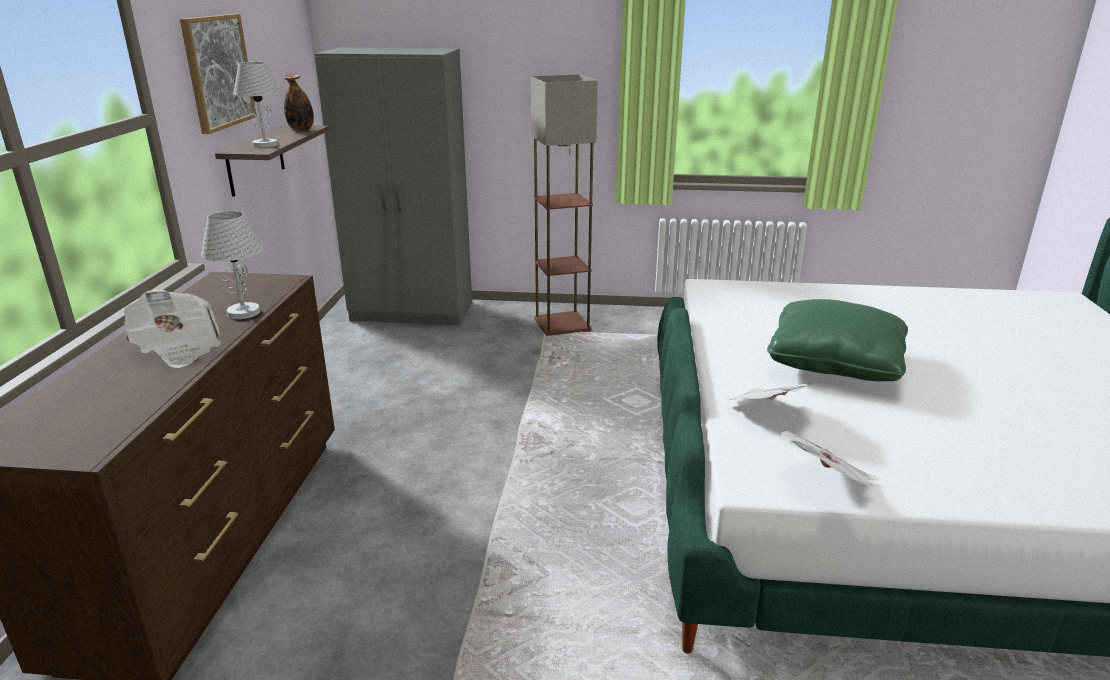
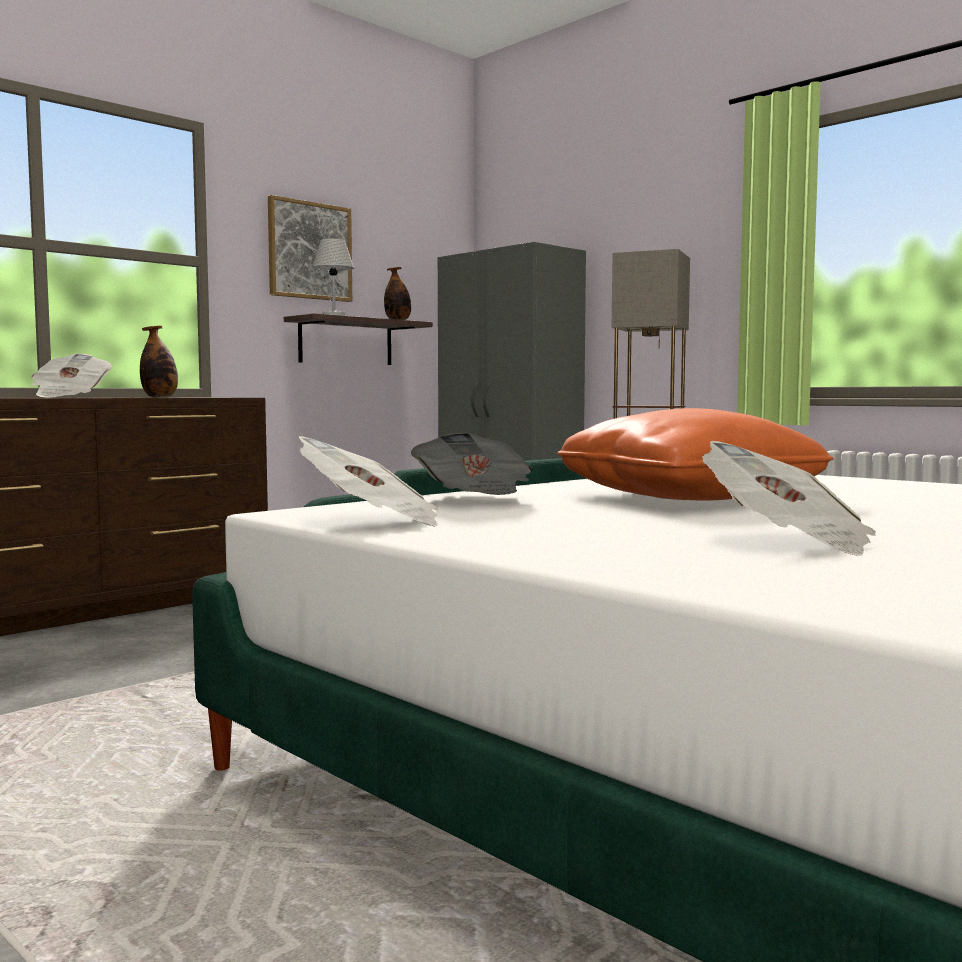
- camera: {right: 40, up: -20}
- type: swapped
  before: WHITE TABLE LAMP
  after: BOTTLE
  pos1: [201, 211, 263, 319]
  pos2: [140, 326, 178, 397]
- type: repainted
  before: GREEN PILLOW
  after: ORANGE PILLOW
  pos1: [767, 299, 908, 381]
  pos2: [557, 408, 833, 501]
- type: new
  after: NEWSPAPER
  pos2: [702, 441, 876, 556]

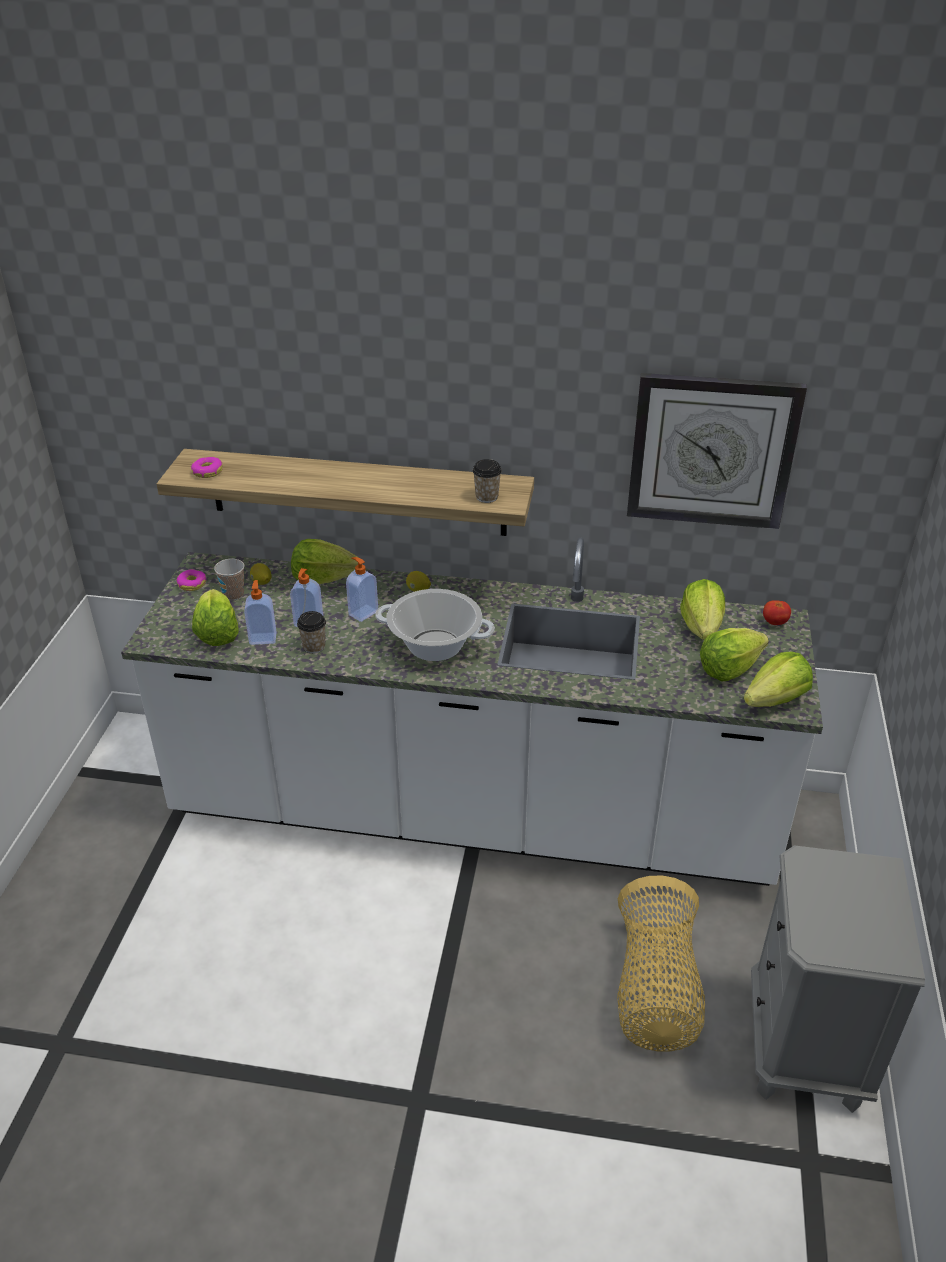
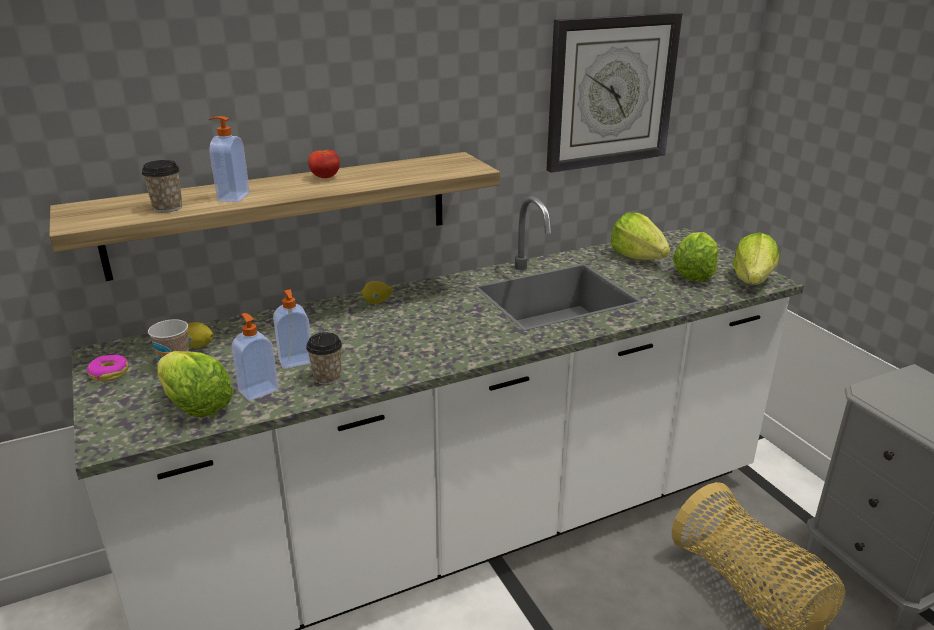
- camera: {right: -35, up: -10}
- type: gone
  before: DONUT
  pos1: [191, 457, 222, 478]
- type: gone
  before: LETTUCE
  pos1: [291, 539, 359, 584]
- type: shifted
  before: SOAP DISPENSER
  pos1: [346, 557, 378, 622]
  pos2: [208, 116, 250, 202]
- type: gone
  before: COOKING POT
  pos1: [375, 589, 495, 661]
- type: shifted
  before: CUP
  pos1: [473, 459, 502, 503]
  pos2: [142, 160, 182, 213]
- type: shifted
  before: TOMATO
  pos1: [763, 600, 791, 625]
  pos2: [308, 150, 340, 178]

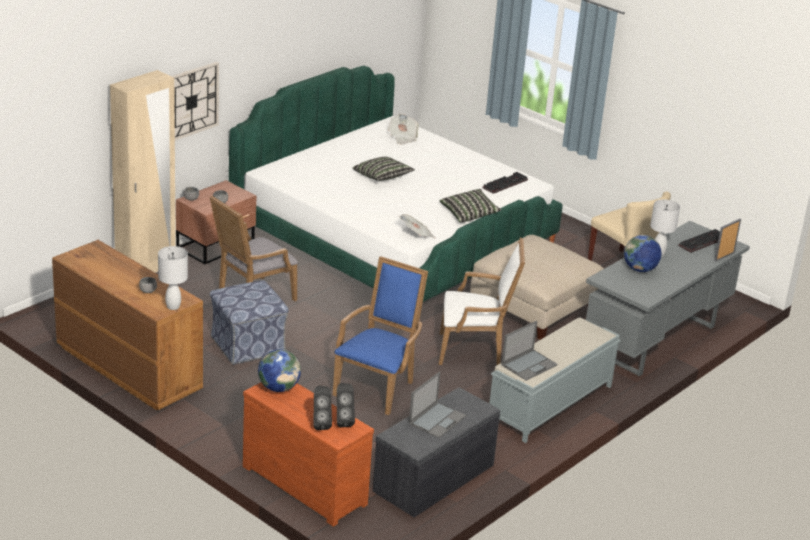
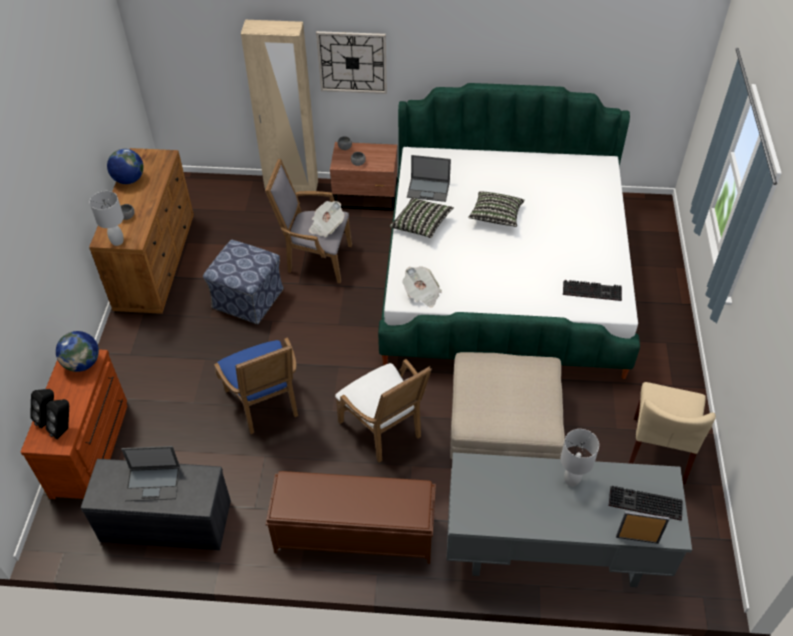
- camera: {right: 55, up: 20}
- type: rotated
  before: BLUE ARMCHAIR
  pos1: [333, 256, 428, 415]
  pos2: [214, 337, 298, 434]
  turn: 75
- type: shifted
  before: NEWSPAPER
  pos1: [388, 114, 419, 145]
  pos2: [309, 201, 344, 237]
- type: shifted
  before: PILLOW
  pos1: [439, 189, 501, 223]
  pos2: [390, 197, 454, 238]
- type: repainted
  before: GREY BENCH
  after: BROWN BENCH
  pos1: [489, 317, 621, 443]
  pos2: [266, 471, 436, 564]
- type: shifted
  before: LAPTOP
  pos1: [501, 321, 558, 381]
  pos2: [407, 155, 451, 202]
- type: shifted
  before: GLOBE
  pos1: [624, 235, 661, 272]
  pos2: [107, 149, 144, 184]

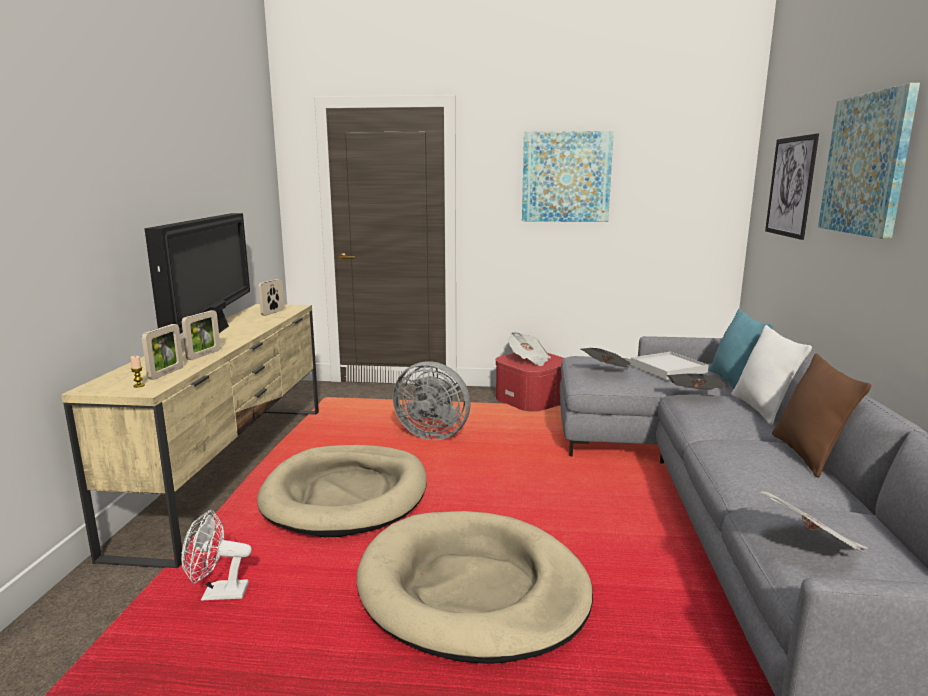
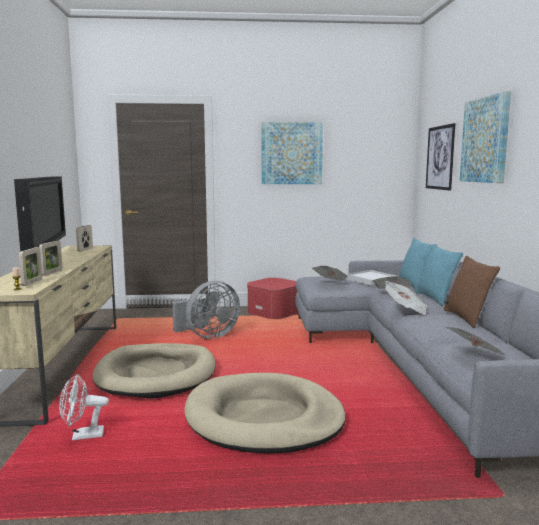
- camera: {right: -10, up: -5}
- type: rotated
  before: GREY FAN
  pos1: [393, 361, 471, 440]
  pos2: [172, 281, 240, 339]
  turn: -45
- type: shifted
  before: NEWSPAPER
  pos1: [507, 332, 551, 366]
  pos2: [385, 281, 427, 314]
- type: repainted
  before: WHITE PILLOW
  after: TURQUOISE PILLOW
  pos1: [731, 325, 812, 425]
  pos2: [414, 244, 463, 306]

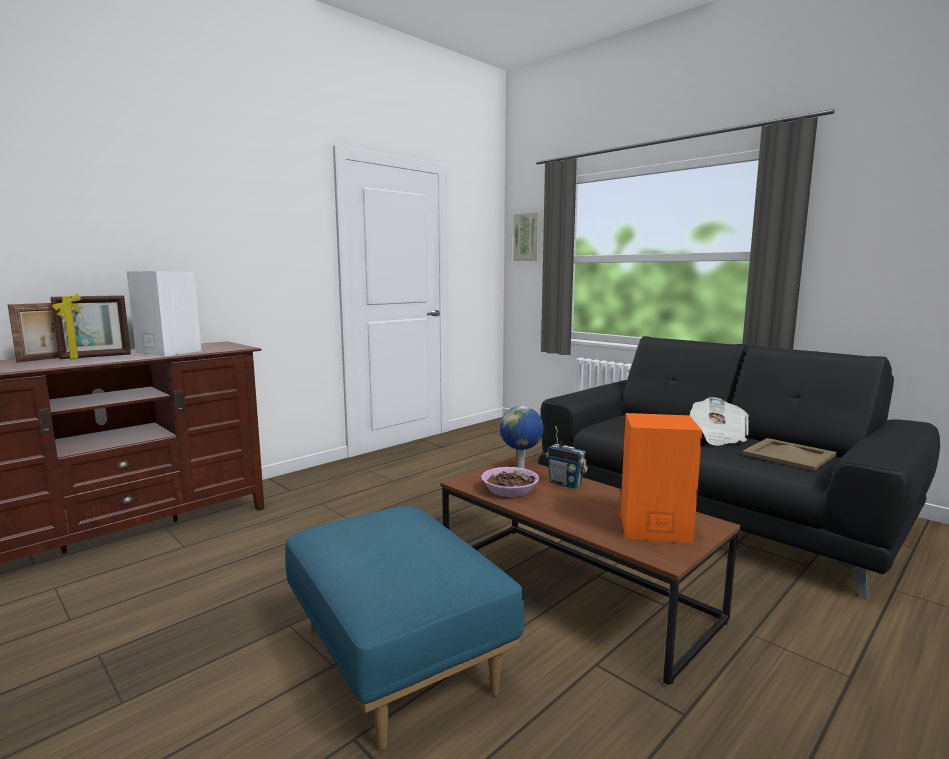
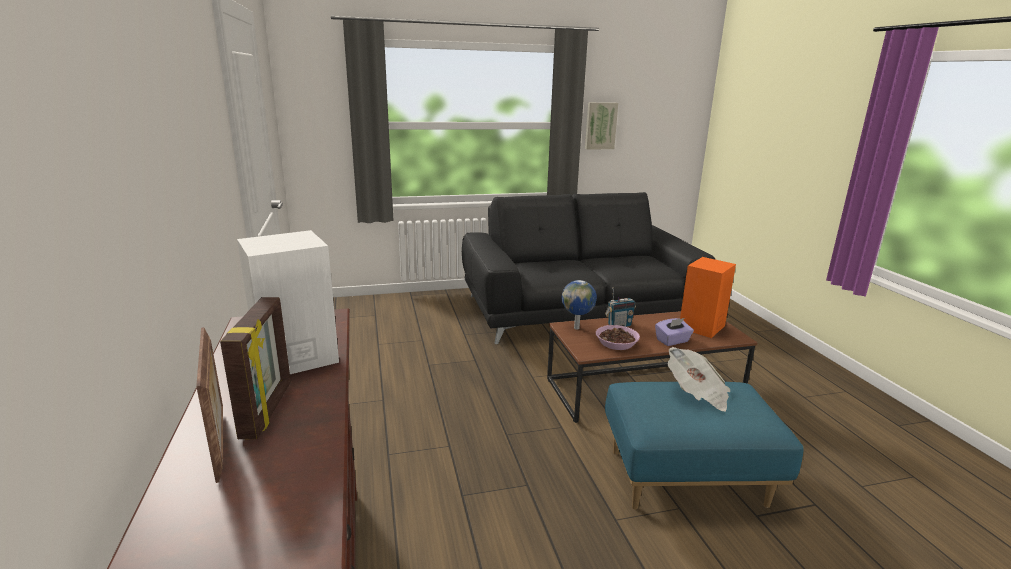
- camera: {right: -60, up: 10}
- type: shifted
  before: PICTURE
  pos1: [513, 212, 541, 261]
  pos2: [585, 103, 618, 150]
- type: shifted
  before: NEWSPAPER
  pos1: [689, 397, 749, 446]
  pos2: [667, 347, 730, 411]
- type: gone
  before: BEIGE TRAY
  pos1: [742, 438, 837, 471]
- type: new
  after: PURPLE TISSUE BOX
  pos2: [655, 318, 694, 346]

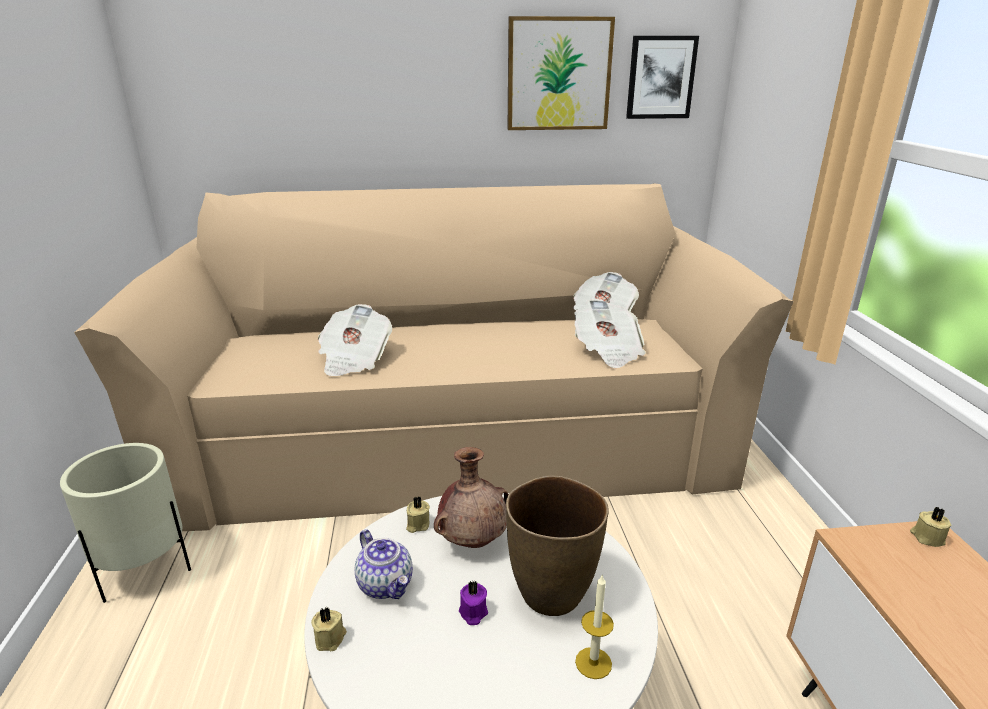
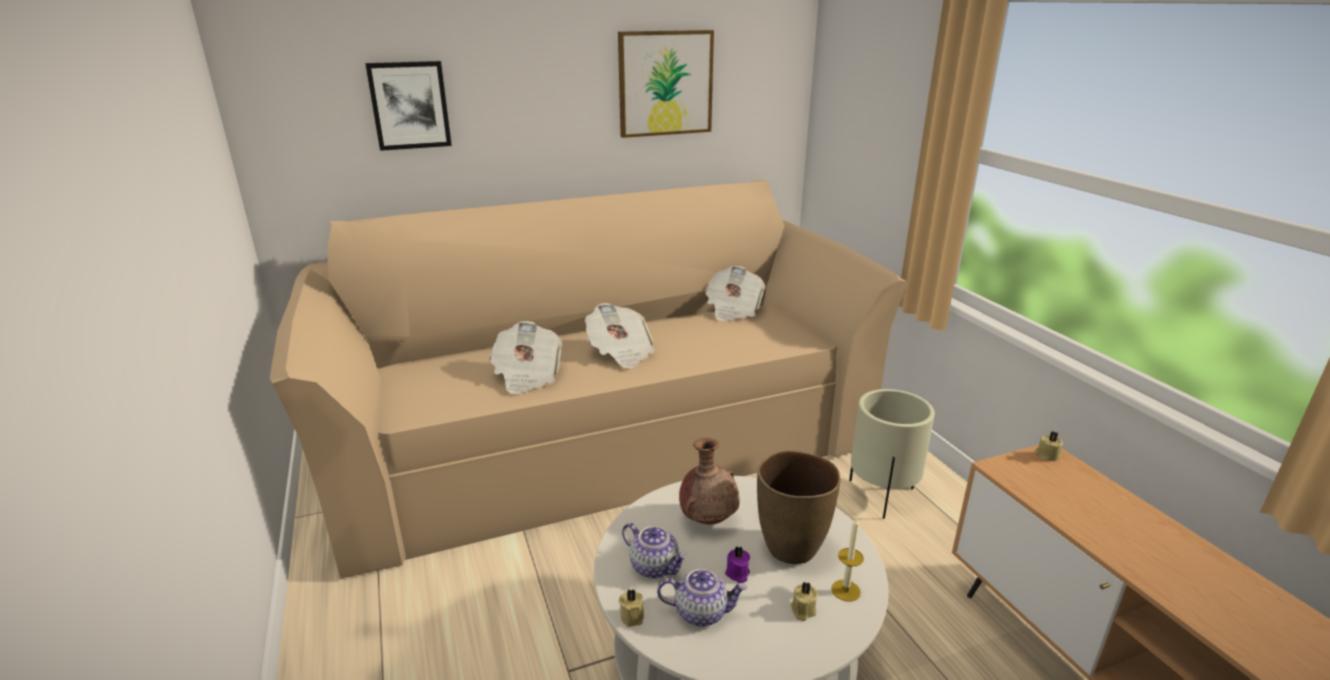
- camera: {right: -15, up: 0}
- type: shifted
  before: BEIGE PLANTER
  pos1: [60, 443, 191, 603]
  pos2: [849, 389, 935, 519]
- type: shifted
  before: BEIGE CANDLE
  pos1: [406, 496, 430, 533]
  pos2: [791, 582, 818, 621]
- type: shifted
  before: NEWSPAPER
  pos1: [574, 299, 646, 368]
  pos2: [585, 303, 655, 369]
- type: shifted
  before: PICTURE
  pos1: [626, 36, 699, 119]
  pos2: [365, 61, 452, 151]
- type: new
  after: TEAPOT
  pos2: [657, 569, 747, 626]

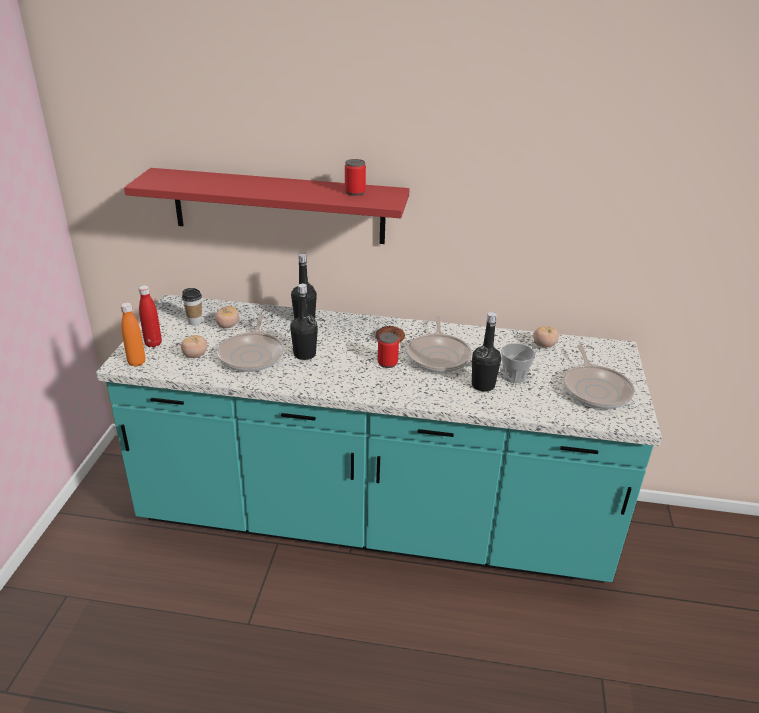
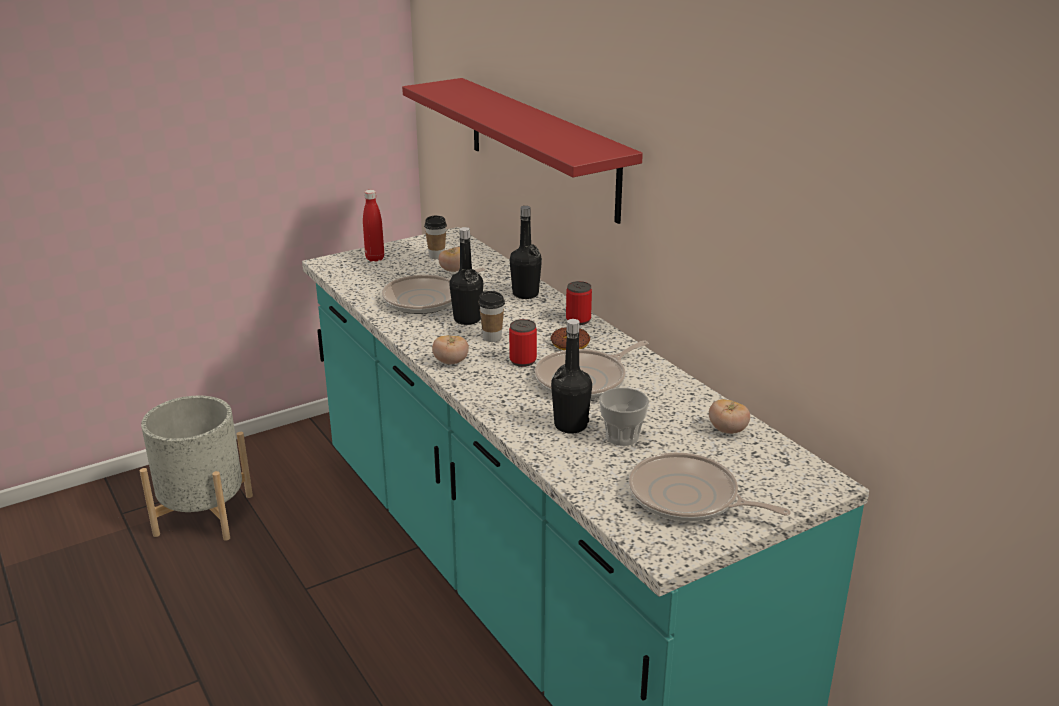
- camera: {right: 50, up: -5}
- type: gone
  before: ORANGE BOTTLE
  pos1: [121, 302, 145, 367]
- type: shifted
  before: TOMATO
  pos1: [181, 335, 207, 358]
  pos2: [432, 335, 469, 364]
- type: shifted
  before: CAN
  pos1: [345, 159, 366, 196]
  pos2: [566, 281, 592, 325]
- type: rotated
  before: FRYING PAN
  pos1: [563, 345, 635, 409]
  pos2: [629, 452, 791, 522]
  turn: 75
- type: new
  after: GREY PLANTER
  pos2: [140, 396, 253, 541]
- type: new
  after: CUP
  pos2: [478, 291, 505, 342]

